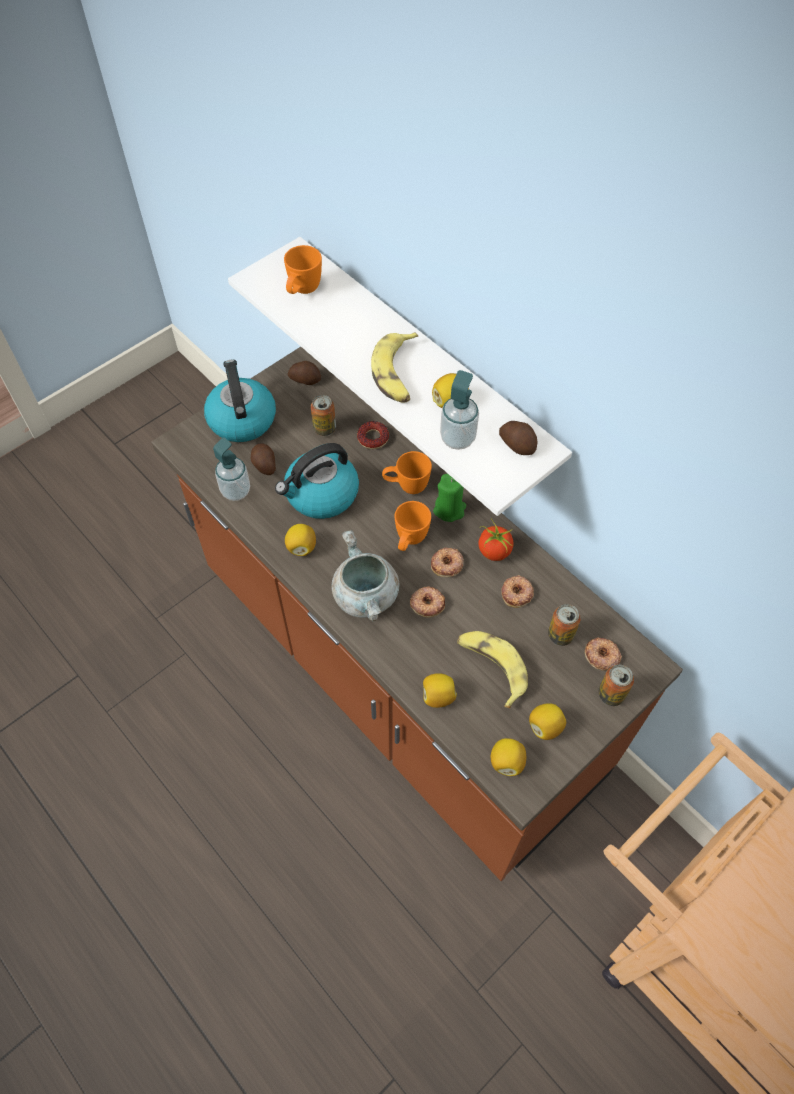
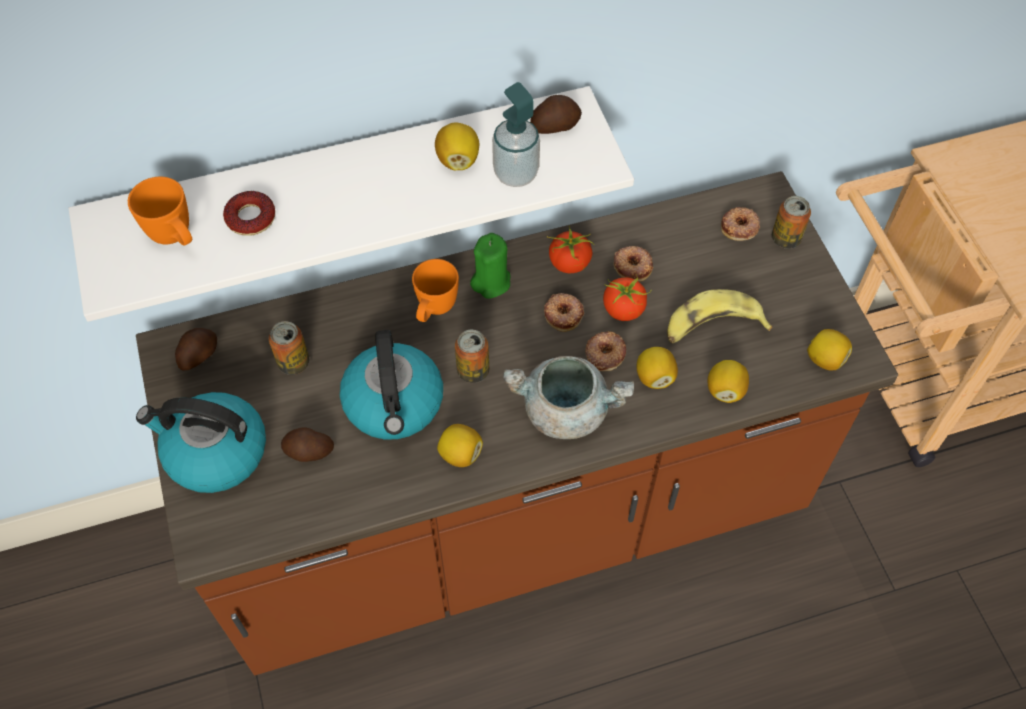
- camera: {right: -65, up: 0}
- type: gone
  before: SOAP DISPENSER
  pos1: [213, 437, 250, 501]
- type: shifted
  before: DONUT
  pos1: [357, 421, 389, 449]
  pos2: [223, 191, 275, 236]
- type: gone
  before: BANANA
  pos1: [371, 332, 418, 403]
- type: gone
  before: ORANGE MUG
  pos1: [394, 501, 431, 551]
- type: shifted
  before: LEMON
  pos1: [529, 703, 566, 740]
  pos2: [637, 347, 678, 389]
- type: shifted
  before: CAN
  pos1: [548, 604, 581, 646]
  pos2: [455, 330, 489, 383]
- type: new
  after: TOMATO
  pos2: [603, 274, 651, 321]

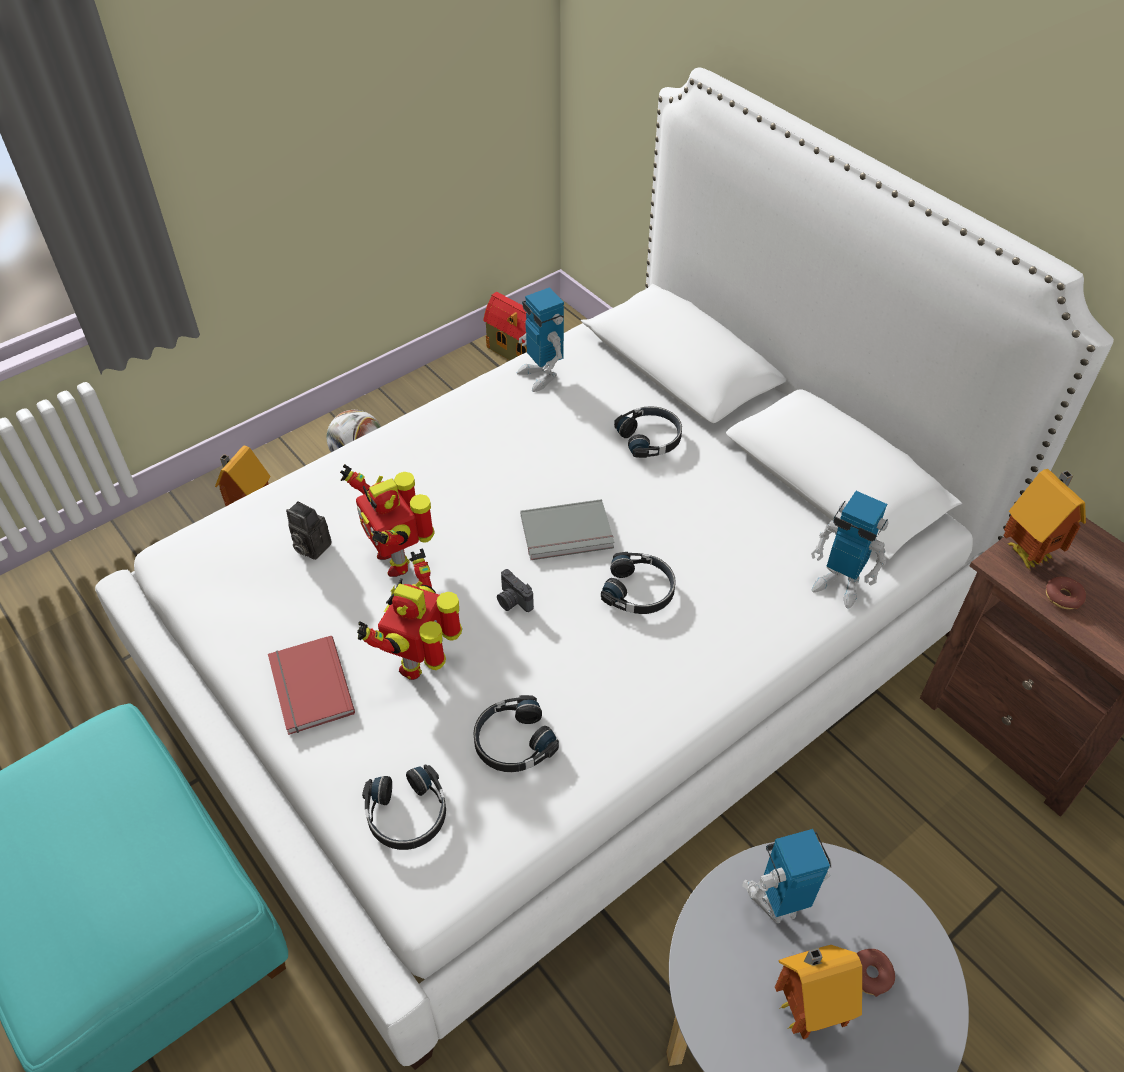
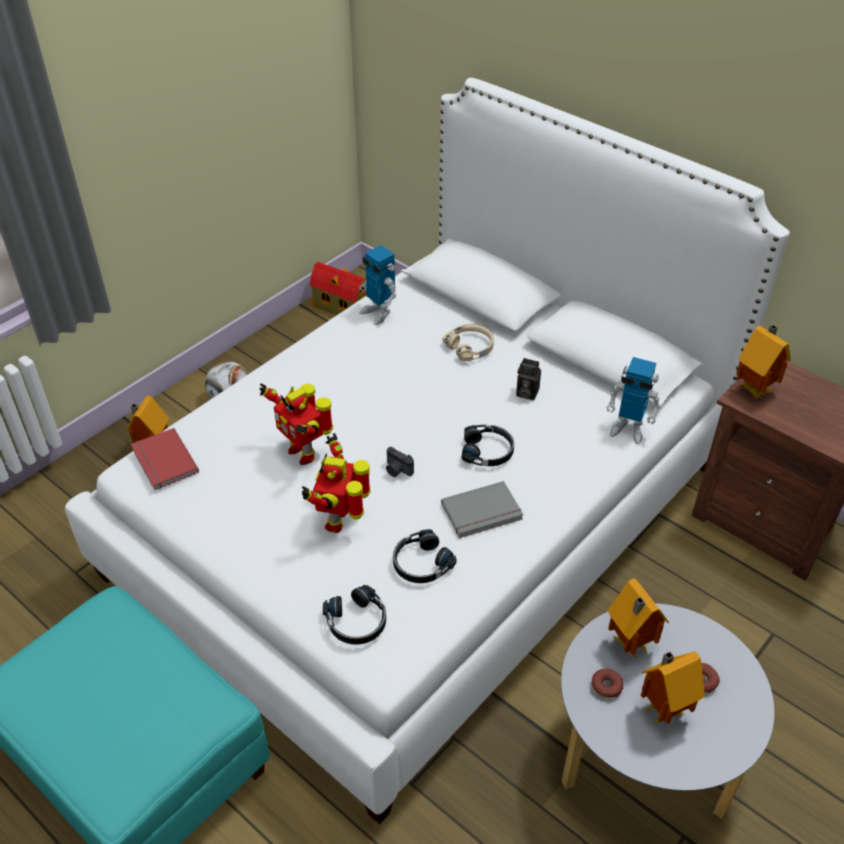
- camera: {right: -10, up: -5}
- type: shifted
  before: RED BOOK
  pos1: [268, 636, 355, 735]
  pos2: [131, 428, 199, 490]
- type: shifted
  before: PHOTO CAMERA
  pos1: [286, 501, 332, 560]
  pos2: [516, 358, 541, 400]
- type: shifted
  before: GREY BOOK
  pos1: [520, 499, 614, 560]
  pos2: [441, 481, 524, 538]
- type: repainted
  before: BLACK HEADPHONES
  after: BEIGE HEADPHONES
  pos1: [614, 406, 682, 458]
  pos2: [443, 324, 494, 361]
- type: swapped
  before: TOY ROBOT
  after: TOY HOUSE
  pos1: [742, 829, 832, 923]
  pos2: [608, 578, 669, 658]
- type: shifted
  before: DONUT
  pos1: [1046, 576, 1086, 609]
  pos2: [592, 669, 623, 698]

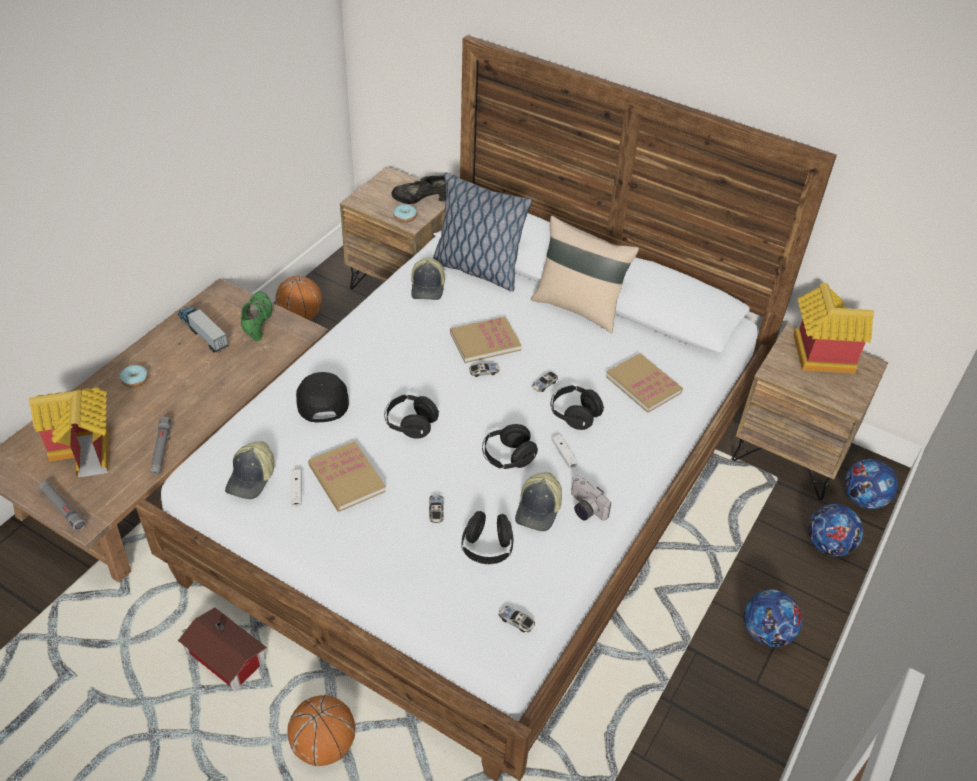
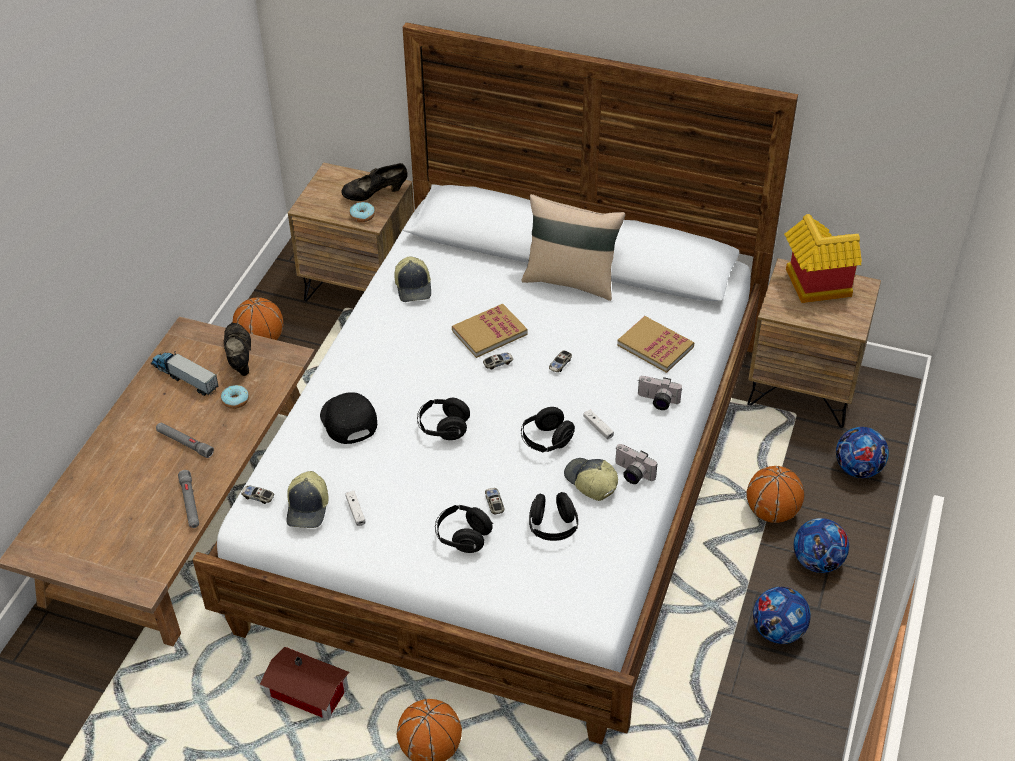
- camera: {right: -10, up: 0}
- type: gone
  before: TOY HOUSE
  pos1: [29, 387, 109, 478]
- type: shifted
  before: GREY FLASHLIGHT
  pos1: [39, 481, 86, 531]
  pos2: [156, 422, 214, 458]
- type: shifted
  before: DONUT
  pos1: [120, 365, 148, 387]
  pos2: [221, 385, 249, 409]
- type: repainted
  before: GREEN SHOE
  after: BLACK SHOE
  pos1: [241, 291, 272, 341]
  pos2: [224, 323, 251, 376]
- type: gone
  before: BOOK
  pos1: [308, 441, 386, 512]
- type: gone
  before: PILLOW
  pos1: [433, 172, 533, 292]
- type: shifted
  before: TOY CAR
  pos1: [499, 606, 535, 632]
  pos2: [241, 486, 274, 504]
- type: rotated
  before: CAP
  pos1: [515, 472, 562, 531]
  pos2: [564, 458, 618, 501]
  turn: 135
- type: shifted
  before: BLACK HEADPHONES
  pos1: [550, 385, 605, 430]
  pos2: [435, 505, 493, 553]
- type: shifted
  before: FOOTBALL
  pos1: [845, 459, 898, 509]
  pos2: [753, 587, 811, 644]
- type: new
  after: PHOTO CAMERA
  pos2: [638, 376, 682, 410]
- type: new
  after: BASKETBALL
  pos2: [746, 466, 805, 523]

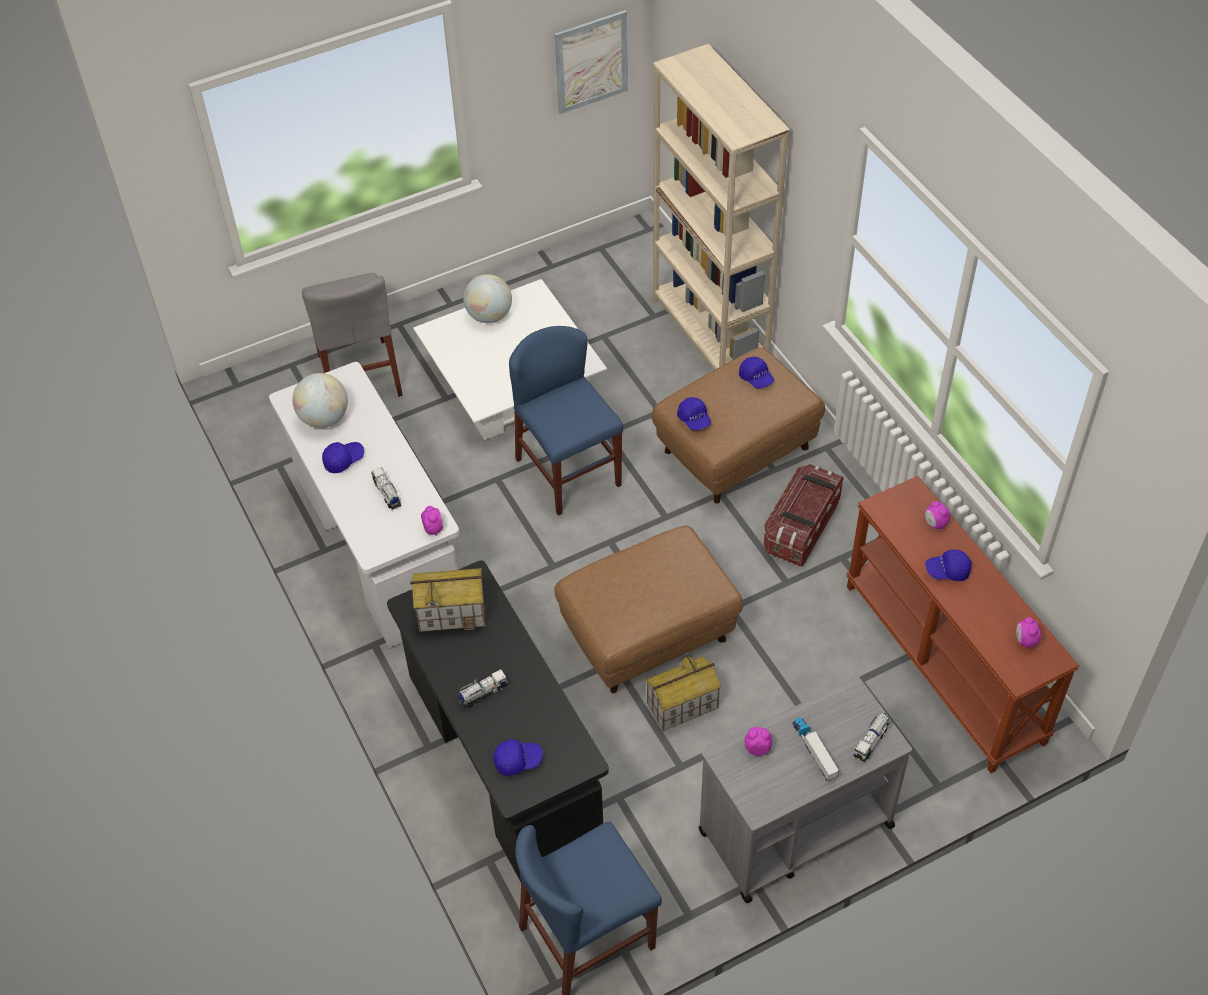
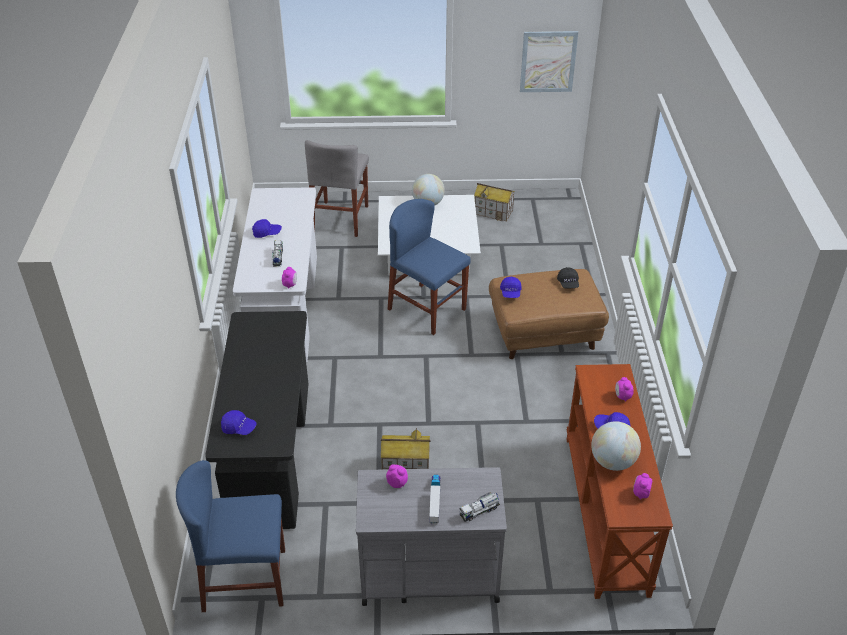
- camera: {right: 25, up: -10}
- type: shifted
  before: GLOBE
  pos1: [293, 373, 348, 428]
  pos2: [591, 421, 641, 471]
- type: shifted
  before: TOY HOUSE
  pos1: [410, 568, 486, 632]
  pos2: [474, 183, 515, 222]
- type: gone
  before: TOY TRUCK
  pos1: [458, 669, 508, 708]
- type: rotated
  before: BLUE CHAIR
  pos1: [509, 326, 623, 516]
  pos2: [388, 199, 471, 335]
  turn: -45
- type: gone
  before: BROWN OTTOMAN
  pos1: [554, 525, 743, 693]
- type: gone
  before: BEIGE BOOKCASE
  pos1: [653, 44, 790, 370]
- type: repainted
  before: BLUE CAP
  after: BLACK CAP
  pos1: [739, 357, 774, 388]
  pos2: [557, 267, 579, 289]
- type: gone
  before: STORAGE BOX
  pos1: [764, 464, 843, 566]

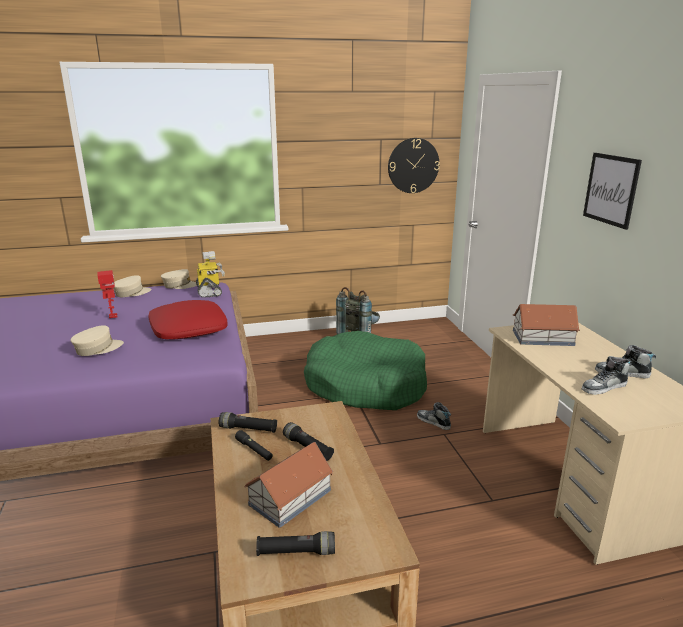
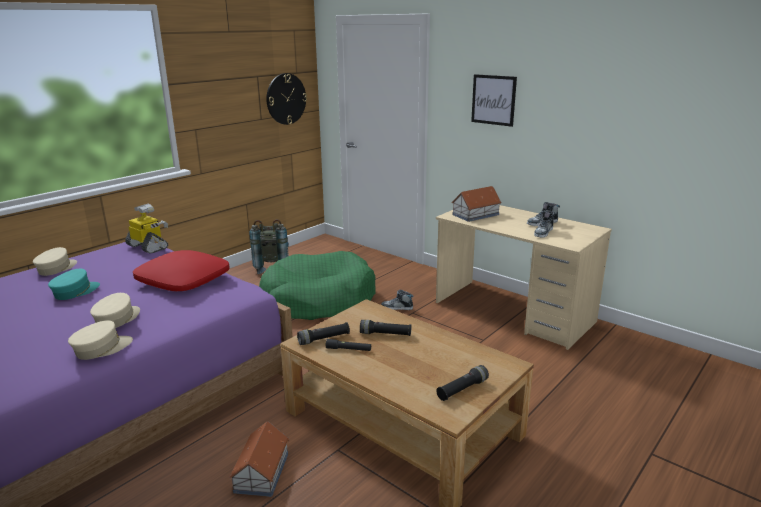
- camera: {right: -35, up: 0}
- type: swapped
  before: TOY ROBOT
  after: TURQUOISE CAP
  pos1: [98, 270, 117, 318]
  pos2: [48, 269, 100, 300]
- type: shifted
  before: BEIGE CAP
  pos1: [161, 269, 197, 289]
  pos2: [68, 320, 133, 360]
- type: shifted
  before: TOY HOUSE
  pos1: [244, 442, 333, 528]
  pos2: [229, 421, 289, 497]

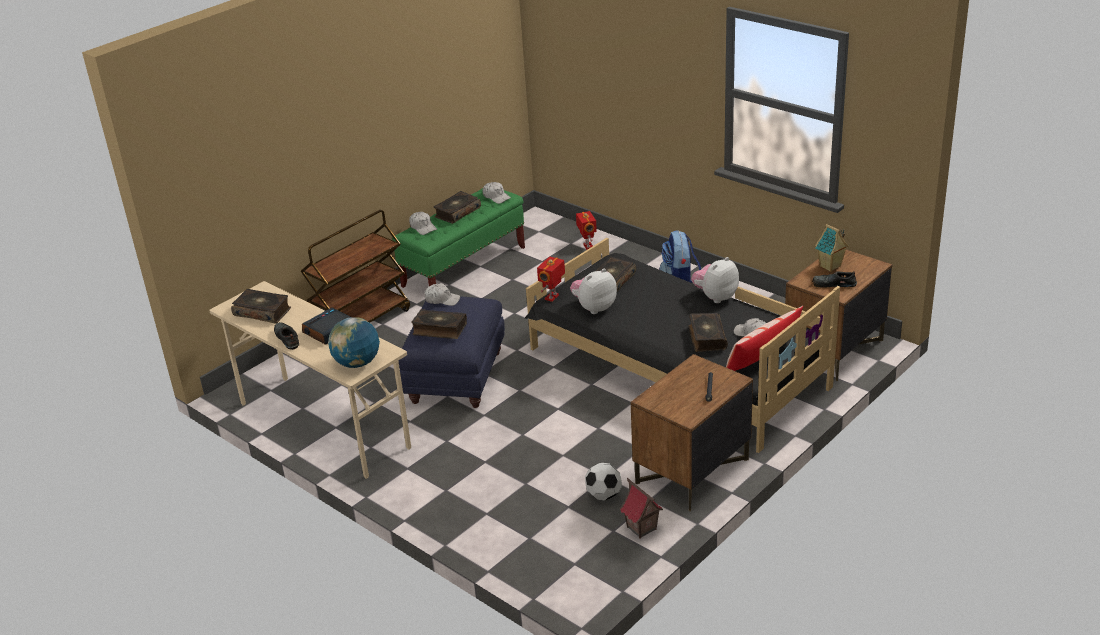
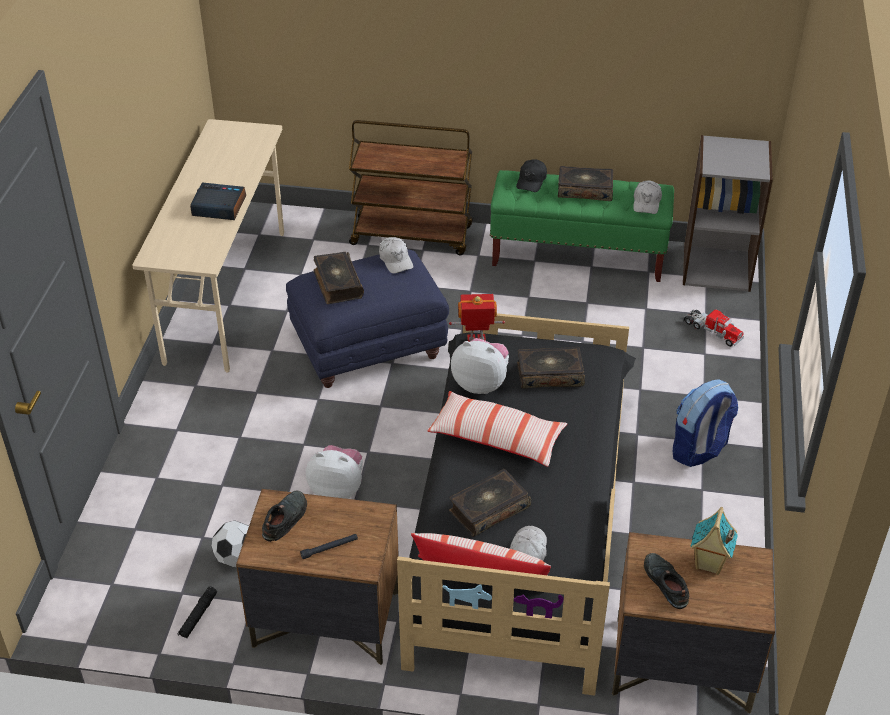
- camera: {right: 55, up: 10}
- type: gone
  before: BOOK
  pos1: [231, 289, 291, 323]
- type: shifted
  before: BLACK SHOE
  pos1: [274, 322, 299, 350]
  pos2: [262, 490, 307, 542]
- type: gone
  before: GLOBE
  pos1: [328, 317, 380, 368]
- type: repainted
  before: WHITE CAP
  after: BLACK CAP
  pos1: [409, 212, 437, 235]
  pos2: [516, 159, 547, 192]
- type: swapped
  before: TOY ROBOT
  after: TOY TRUCK
  pos1: [576, 211, 597, 250]
  pos2: [683, 309, 744, 347]
- type: swapped
  before: TOY HOUSE
  after: BLACK FLASHLIGHT
  pos1: [619, 478, 663, 539]
  pos2: [178, 586, 217, 638]
- type: shifted
  before: PLUSH TOY
  pos1: [691, 257, 739, 303]
  pos2: [306, 445, 363, 499]
- type: new
  after: PILLOW
  pos2: [428, 391, 568, 467]
- type: new
  after: GREY BOOKCASE
  pos2: [683, 135, 773, 292]

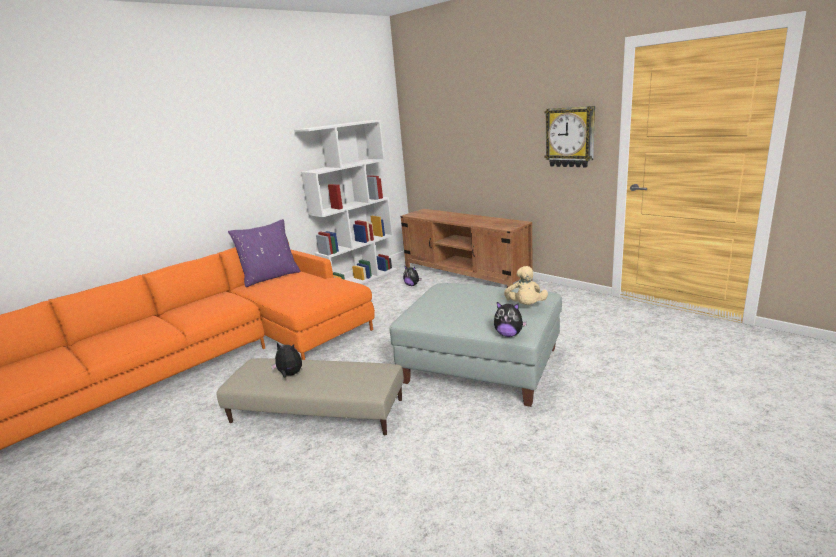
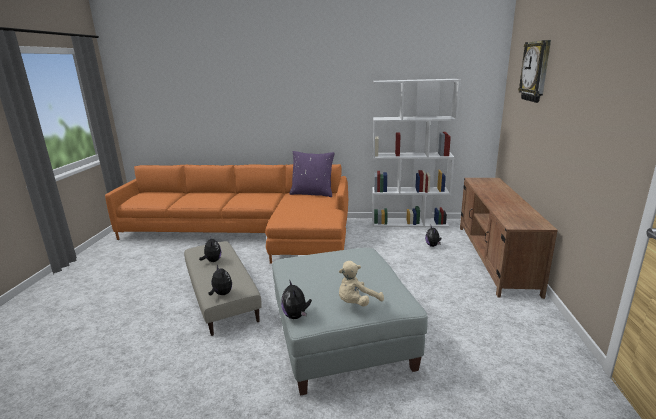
- camera: {right: 50, up: 0}
- type: shifted
  before: WALL CLOCK
  pos1: [544, 106, 595, 168]
  pos2: [518, 40, 551, 103]
- type: new
  after: PLUSH TOY
  pos2: [208, 264, 232, 295]

